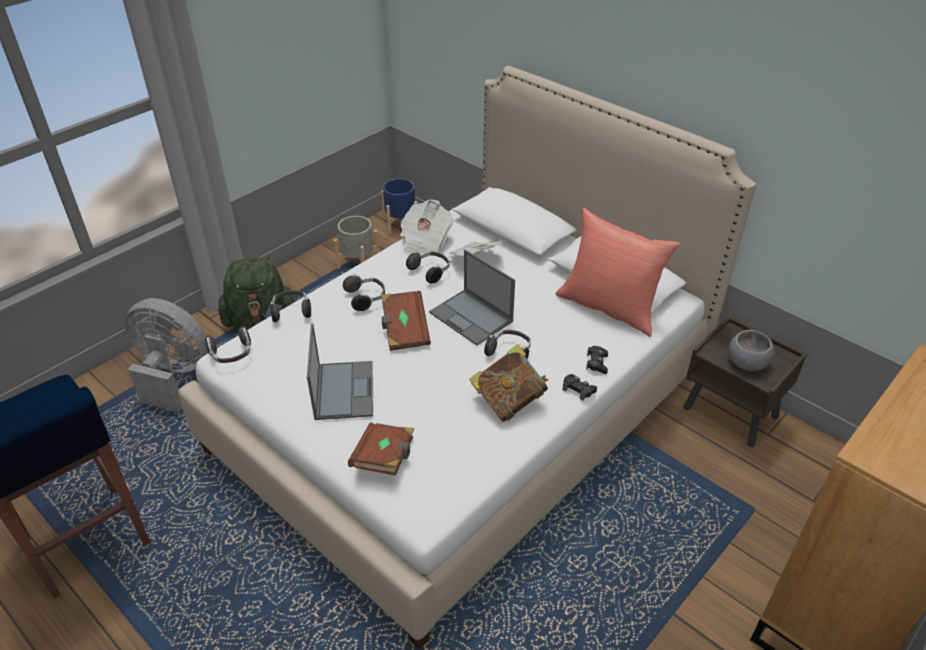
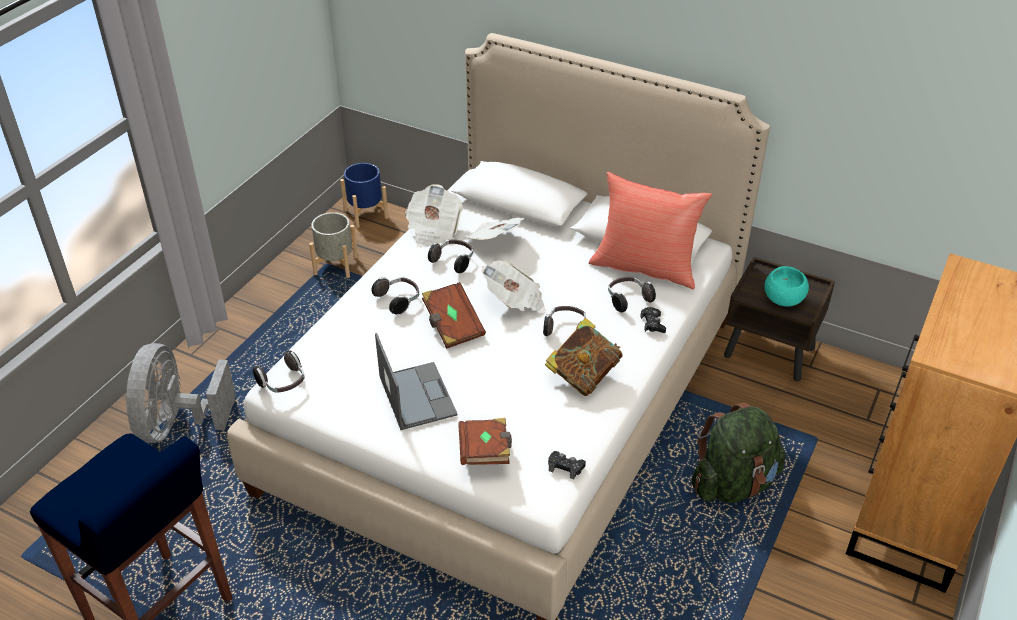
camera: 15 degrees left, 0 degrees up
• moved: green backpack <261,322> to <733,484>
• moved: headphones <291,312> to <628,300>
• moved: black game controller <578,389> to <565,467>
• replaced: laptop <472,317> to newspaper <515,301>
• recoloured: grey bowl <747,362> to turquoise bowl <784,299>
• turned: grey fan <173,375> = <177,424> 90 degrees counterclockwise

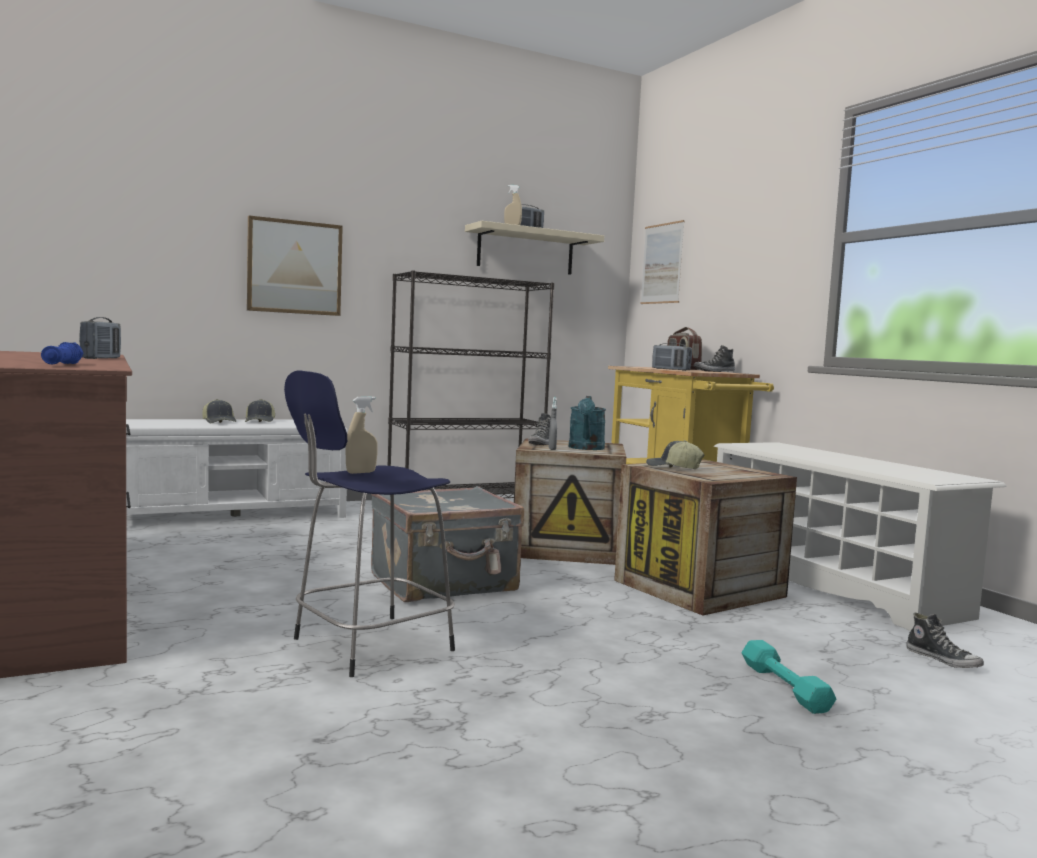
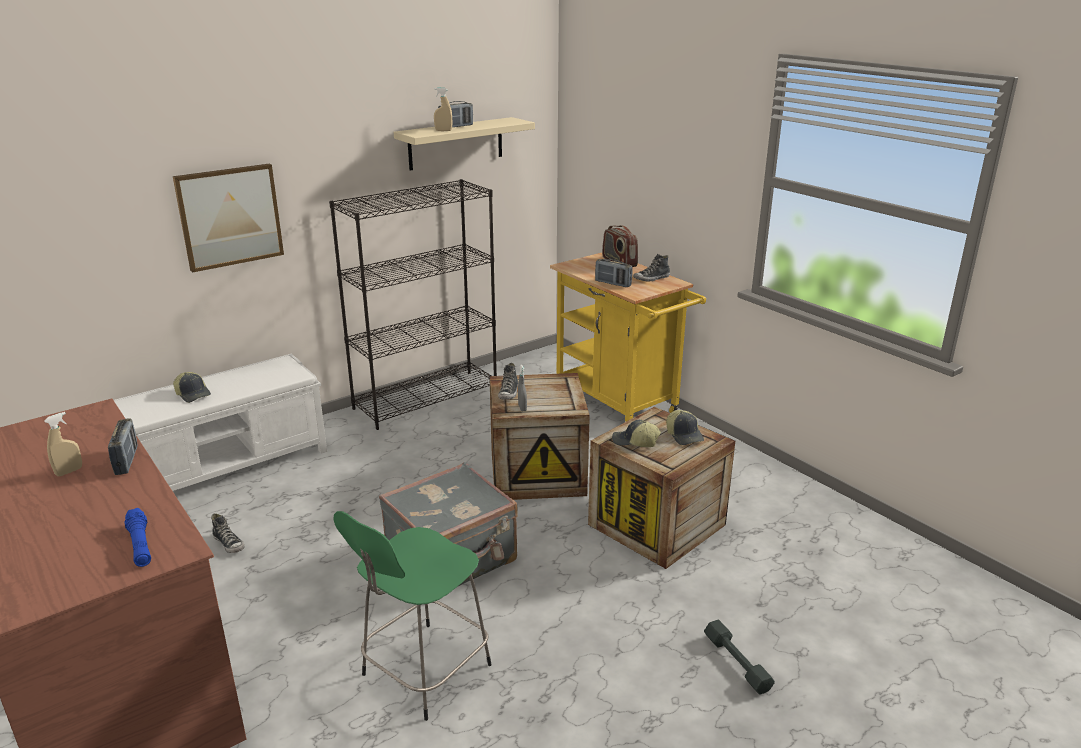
camera: 10 degrees left, 20 degrees up
• removed: turquoise watering can <586,448>
• removed: picture <662,263>
• removed: white shoe rack <831,584>
• moved: cap <260,421> to <684,435>
• moved: beige spray bottle <361,472> to <69,471>
• moved: shoe <943,660> to <229,544>
• recoloured: blue stool <368,646> to green stool <423,672>
• recoloured: turquoise dumbbell <785,687> to grey dumbbell <737,662>

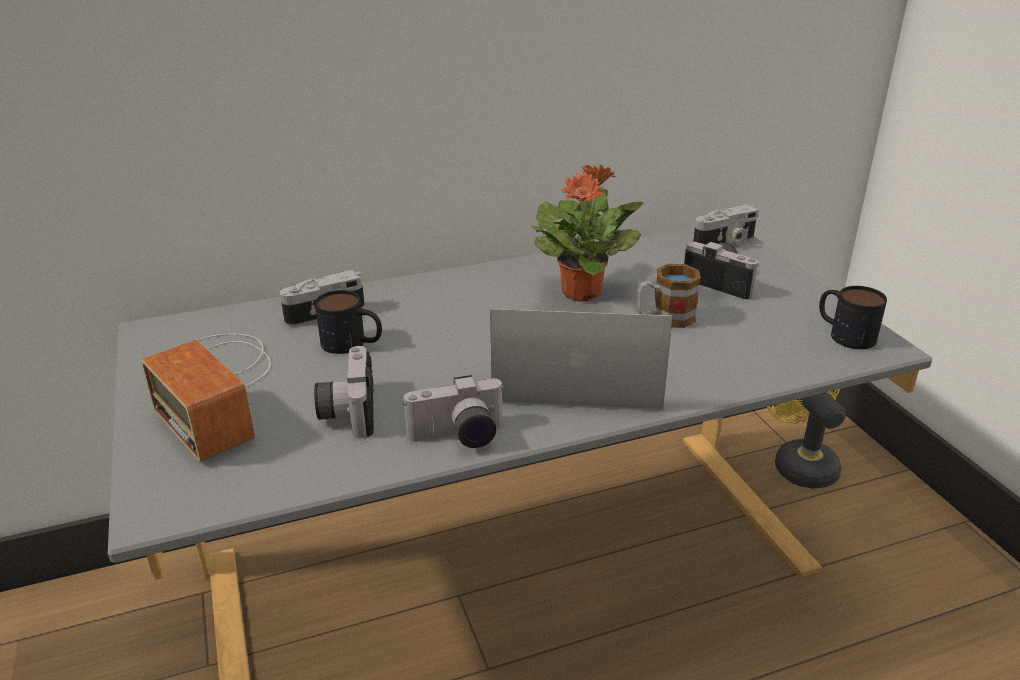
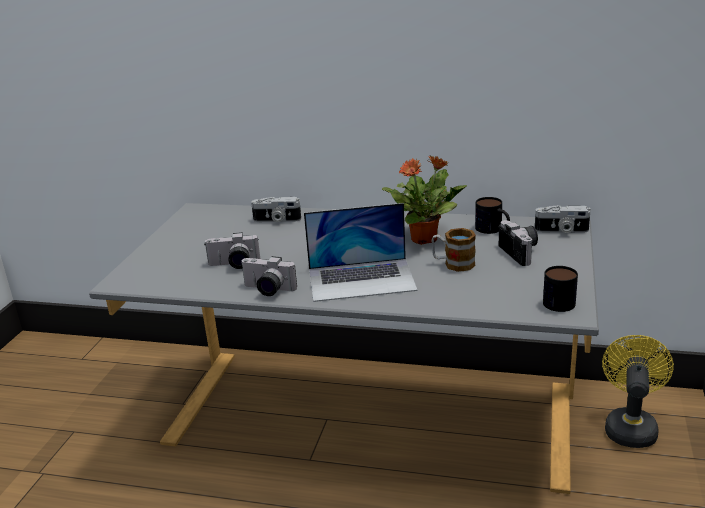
camera: 35 degrees right, 5 degrees down
• removed: radio <218,387>
• moved: mug <352,344> to <493,230>
• turned: photo camera <347,410> = <234,265> 120 degrees counterclockwise
• turned: laptop <577,376> = <361,279> 135 degrees clockwise

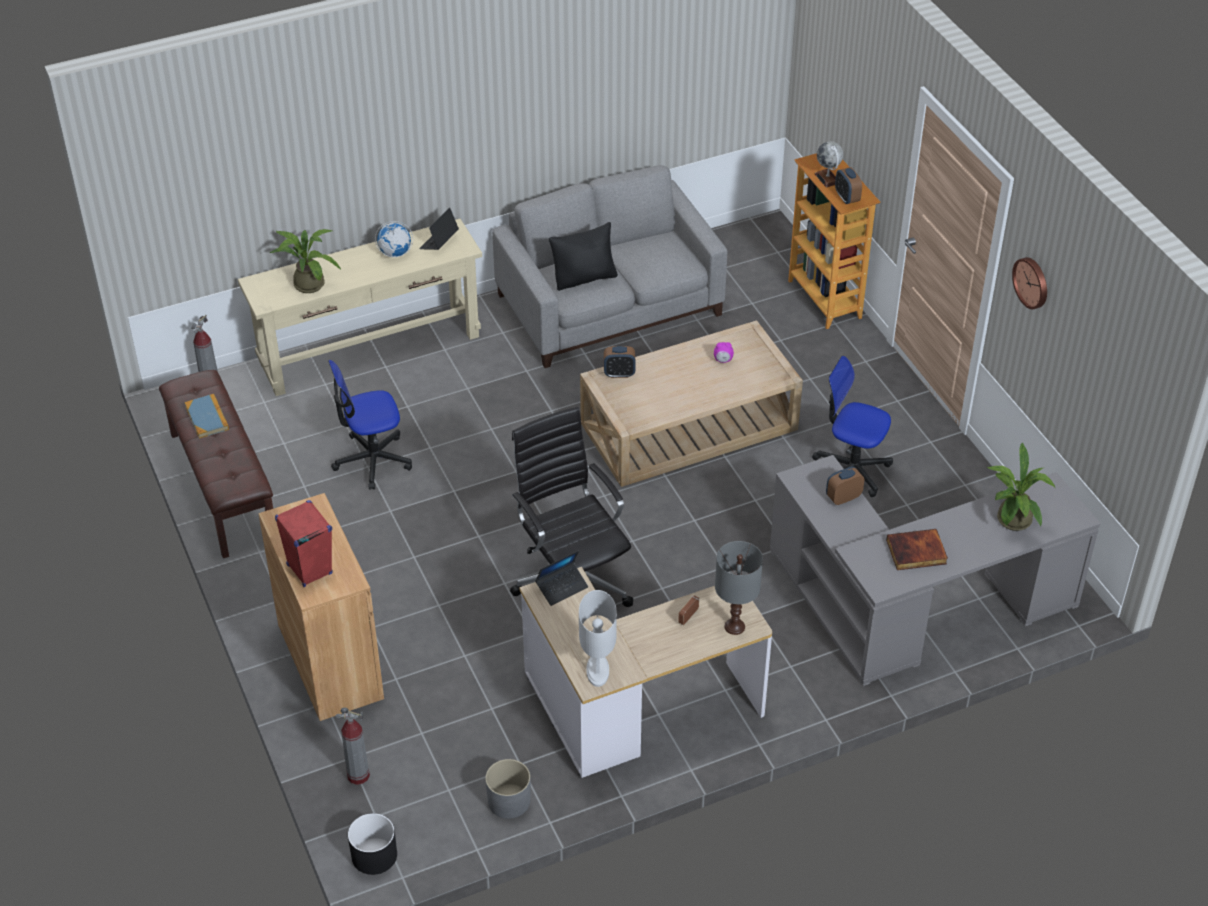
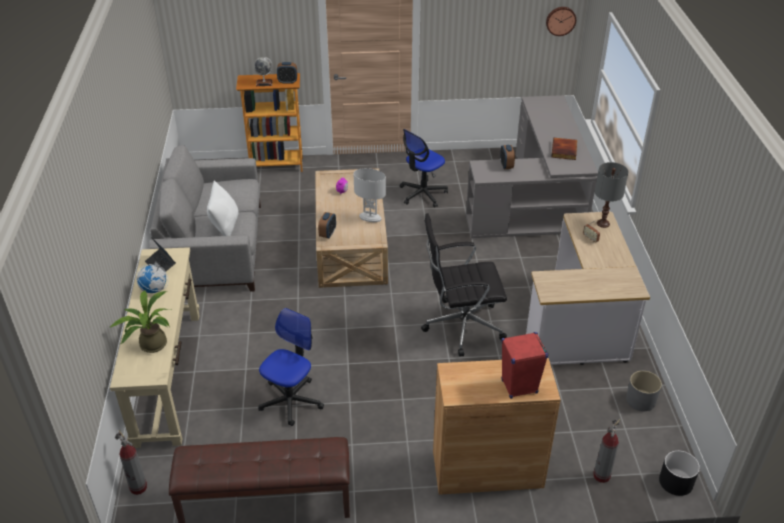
camera: 70 degrees left, 5 degrees down
• removed: book <207,418>
• removed: laptop <562,587>
• removed: potted plant <1013,523>
• moved: white table lamp <597,670> to <370,218>
• moved: wall clock <1032,282> to <560,20>
• recoloured: black pillow <584,278> to white pillow <225,225>
• turned: office chair <372,460> = <291,401> 150 degrees counterclockwise

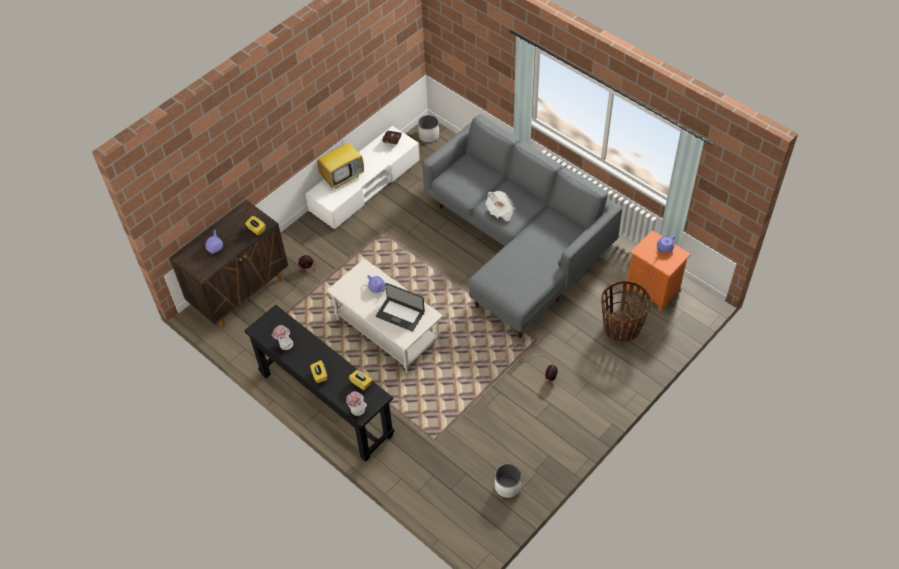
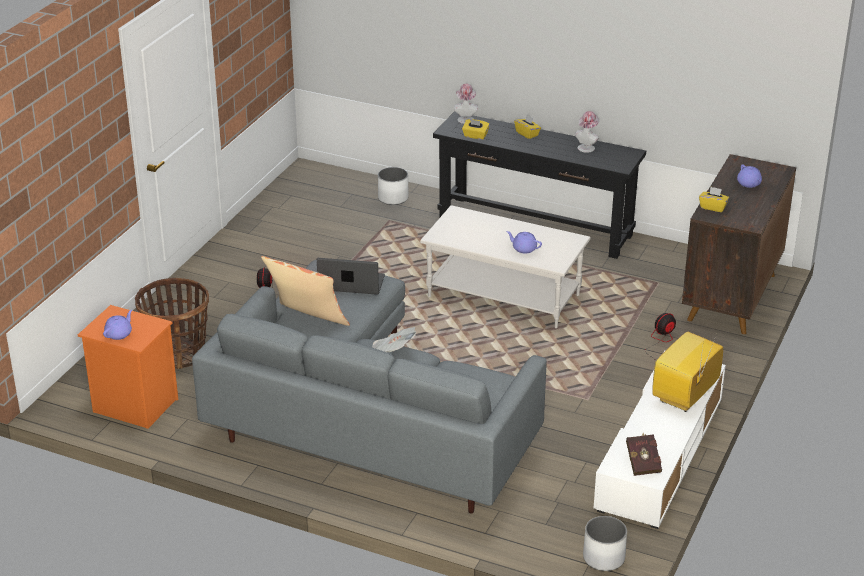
camera: 160 degrees right, 20 degrees down
• added: pillow <307,321>
• moved: laptop <400,314> to <351,284>
• moved: white planter <508,486> to <393,198>

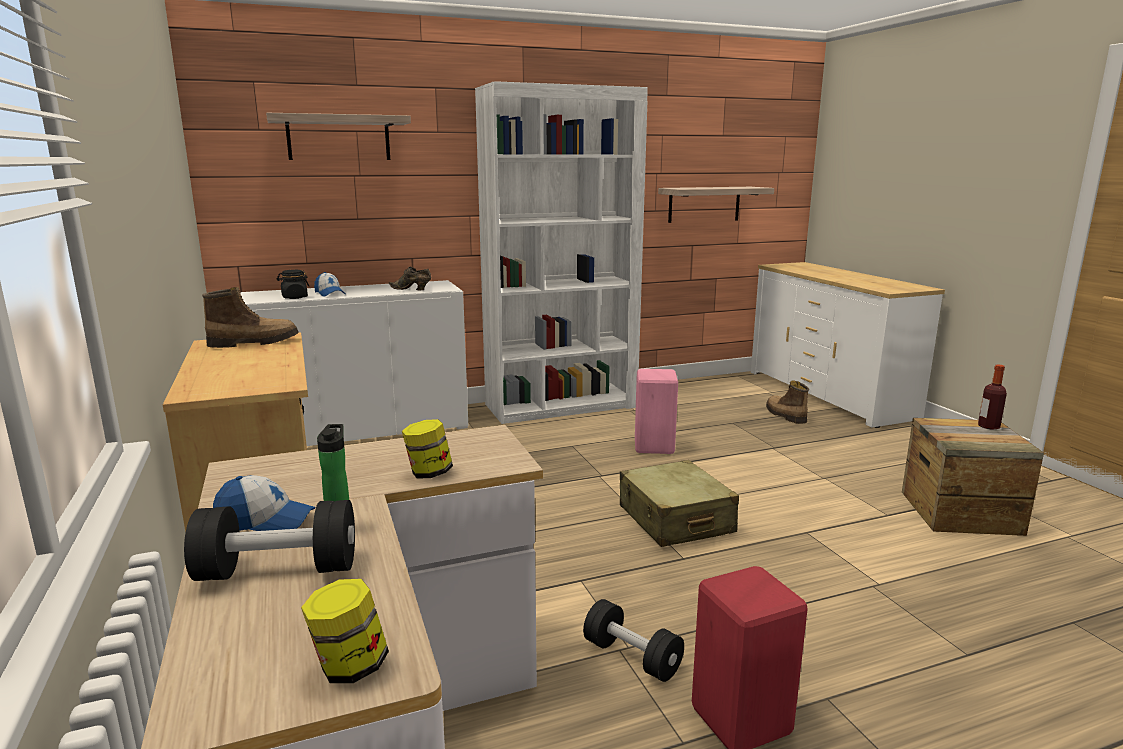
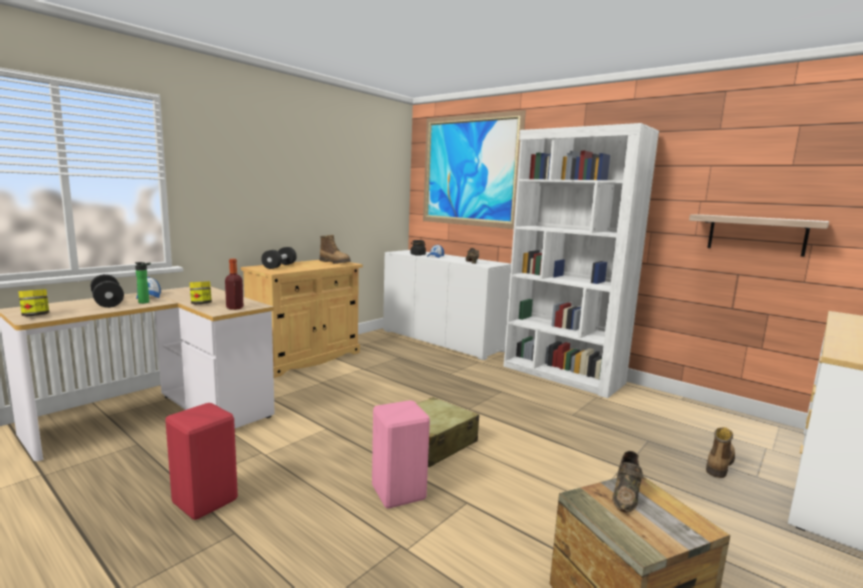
camera: 60 degrees right, 5 degrees down
• added: brown shoe <626,495>
• moved: black dumbbell <632,657> to <279,266>
• moved: pink stool <655,447> to <400,493>
• moved: bottle <988,426> to <234,308>
• replaced: shelf <338,138> to picture <469,171>

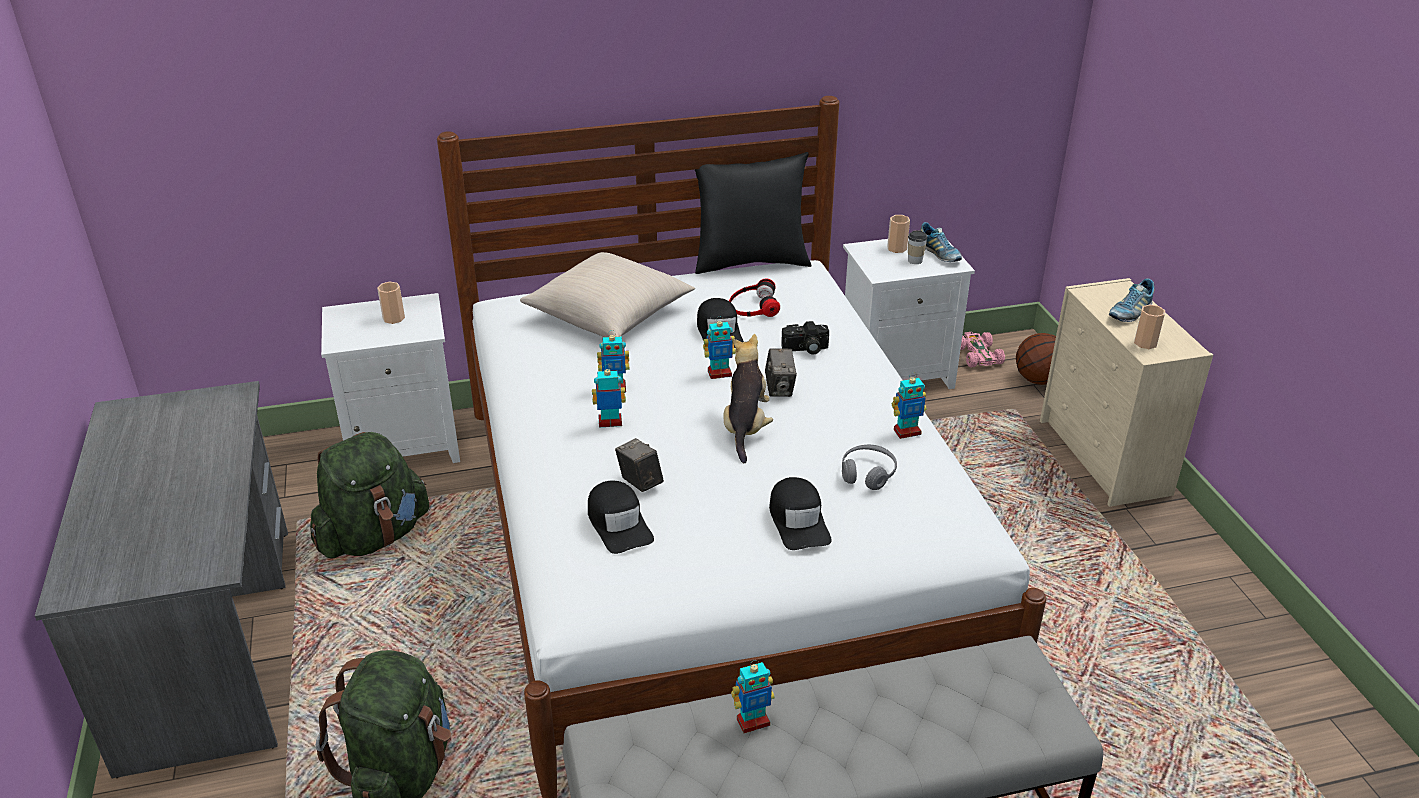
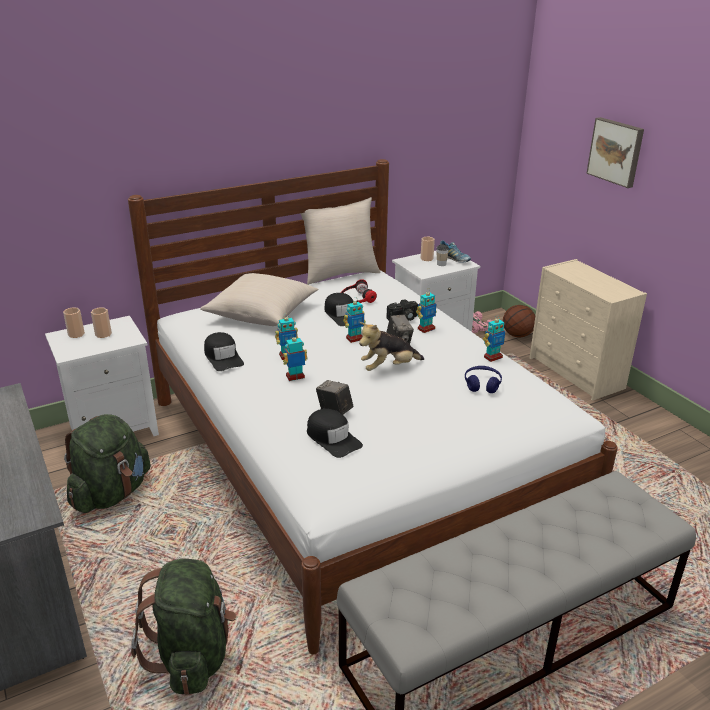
camera: 15 degrees left, 5 degrees down
• removed: shoe <1130,312>
• added: picture <616,151>
• moved: toy robot <752,721> to <426,329>
• moved: black cap <798,521> to <223,357>
• moved: cup <1145,343> to <76,334>
• recoloured: black pillow <750,261> to beige pillow <339,274>
• recoloured: grey headphones <867,474> to blue headphones <482,384>
• turned: plush toy <745,427> = <389,368> 105 degrees counterclockwise

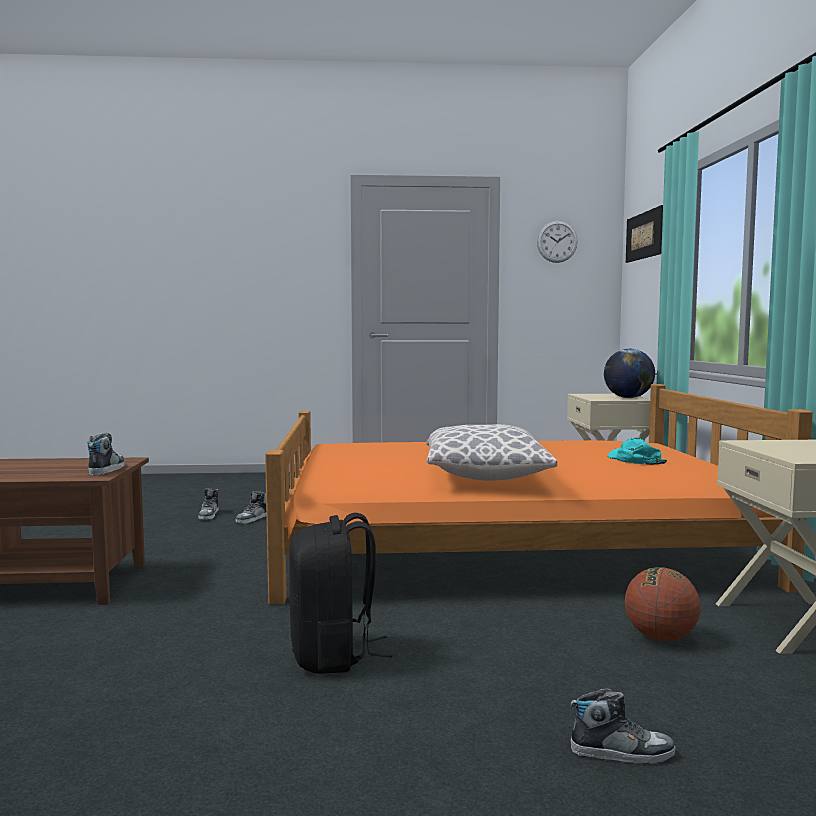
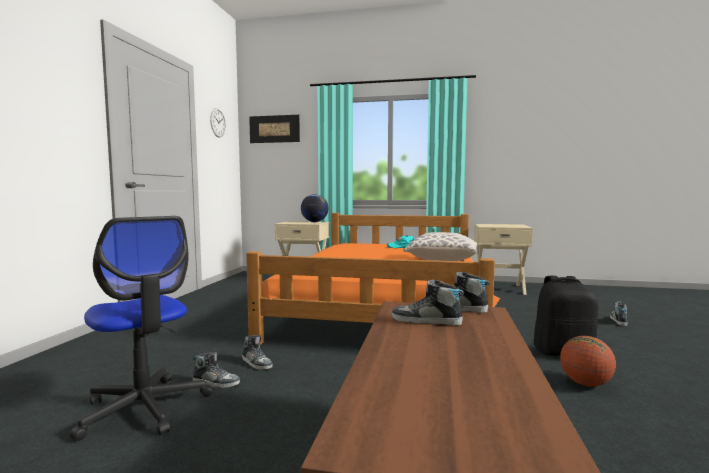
camera: 75 degrees left, 0 degrees up
• added: office chair <144,408>
• added: shoe <426,321>
• moved: basketball <660,638> to <585,384>

